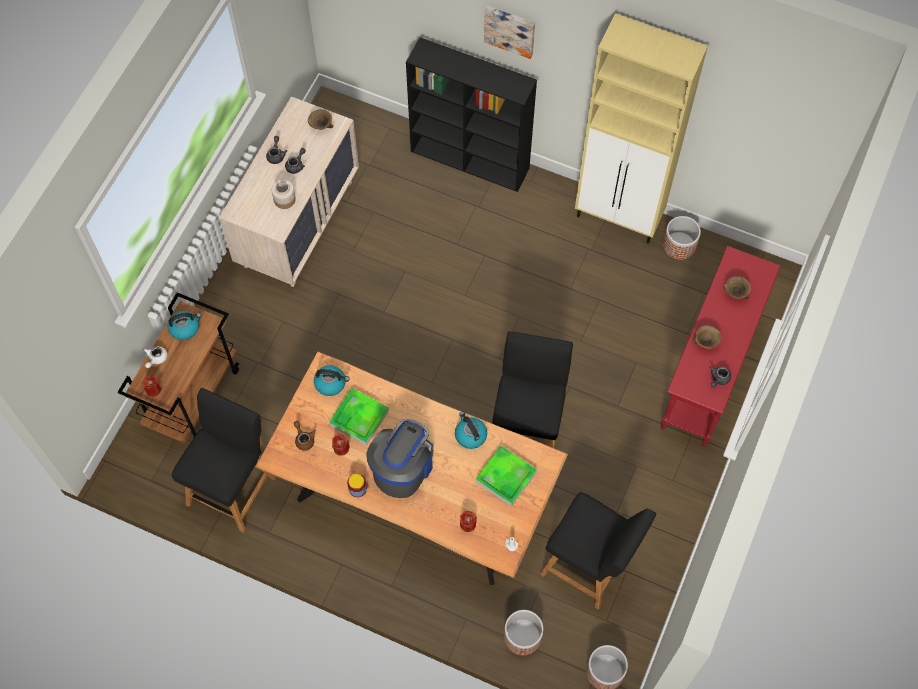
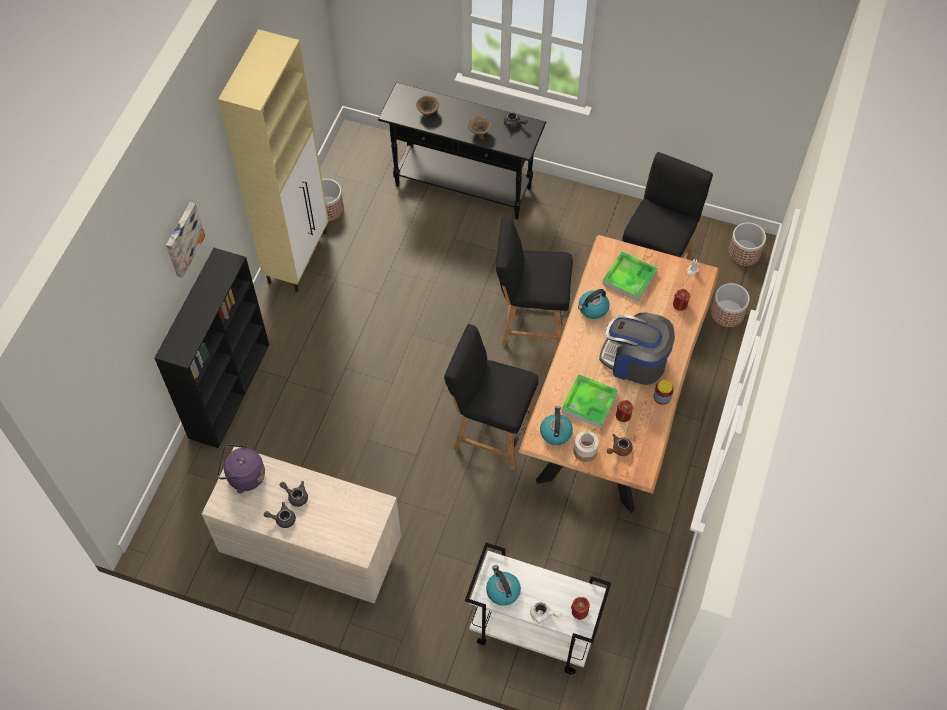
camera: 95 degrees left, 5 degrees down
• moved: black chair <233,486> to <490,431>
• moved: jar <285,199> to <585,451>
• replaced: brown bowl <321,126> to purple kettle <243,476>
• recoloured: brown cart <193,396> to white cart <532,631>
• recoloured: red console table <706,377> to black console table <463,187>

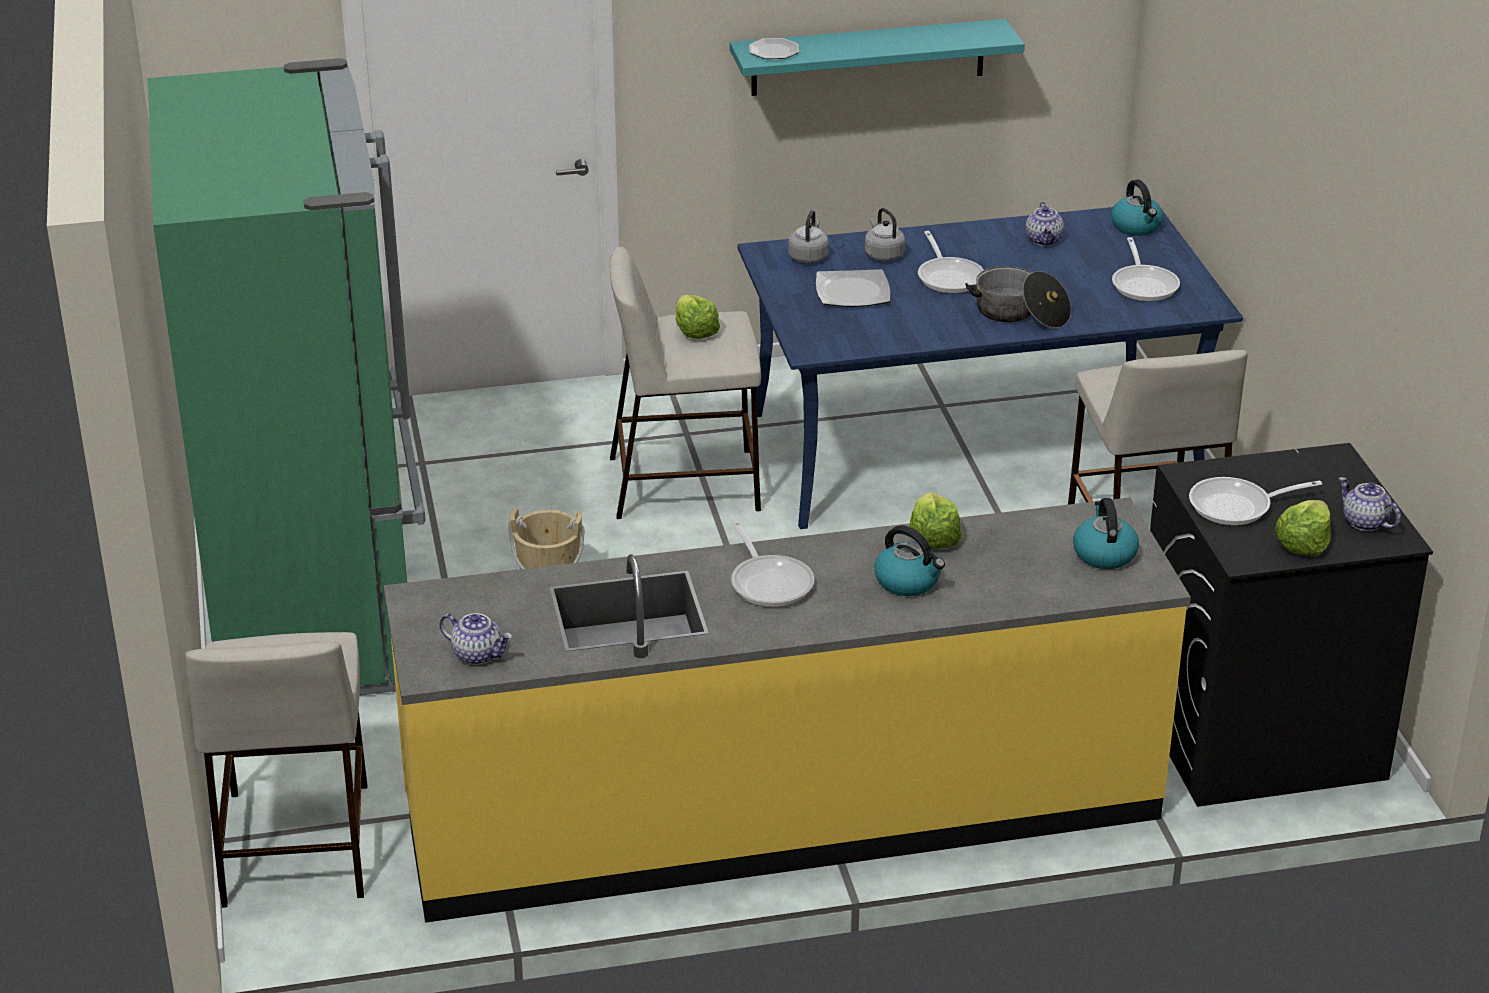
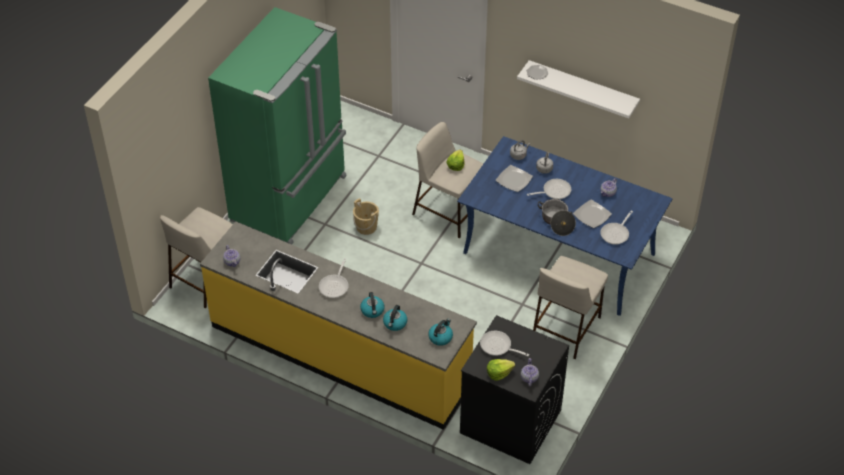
camera: 40 degrees right, 15 degrees up
• removed: lettuce <933,537>
• added: plate <592,215>
• moved: kettle <1137,227> to <395,323>
• recoloured: turquoise shelf <868,57> to white shelf <582,88>
• turned: frying pan <949,276> = <554,191> 135 degrees counterclockwise

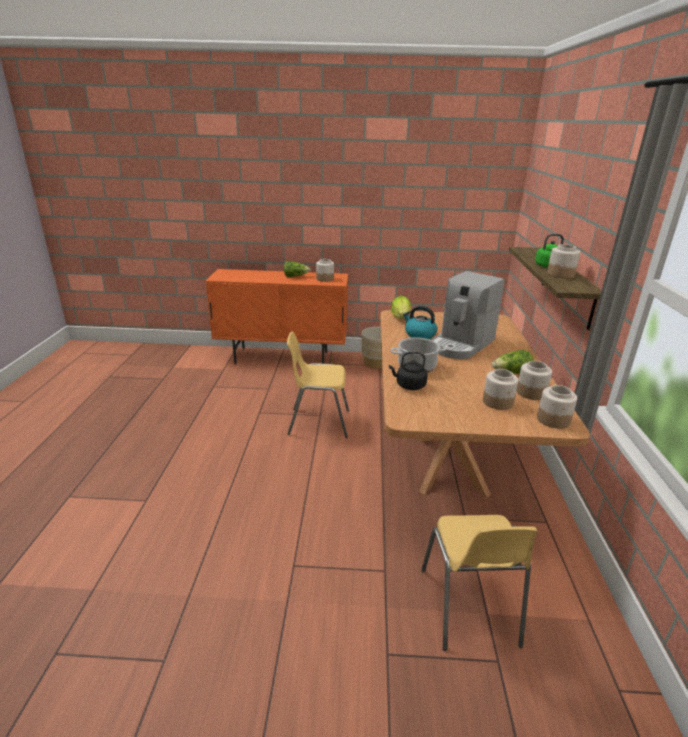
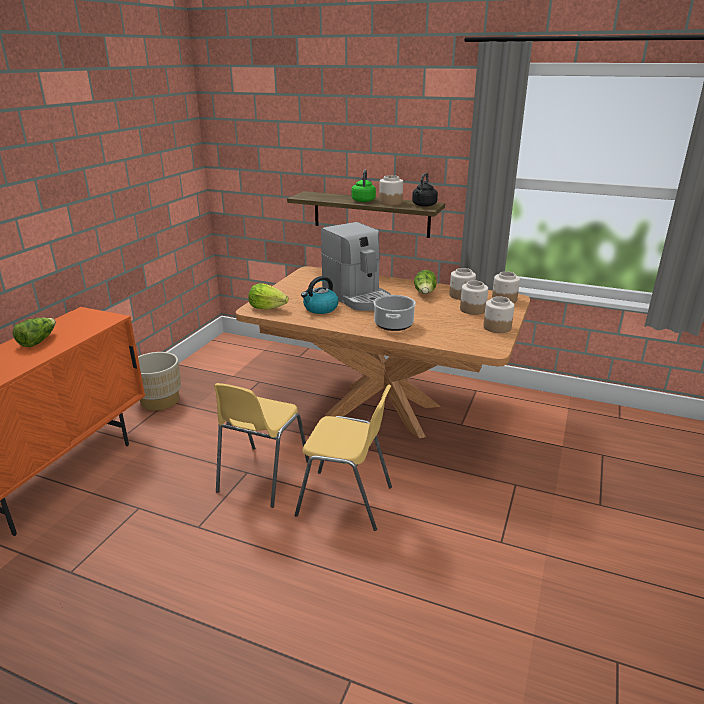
camera: 70 degrees left, 0 degrees up
• moved: jar <325,279> to <496,327>
• moved: black kettle <409,385> to <423,205>
• moved: yellow chair <469,607> to <346,501>

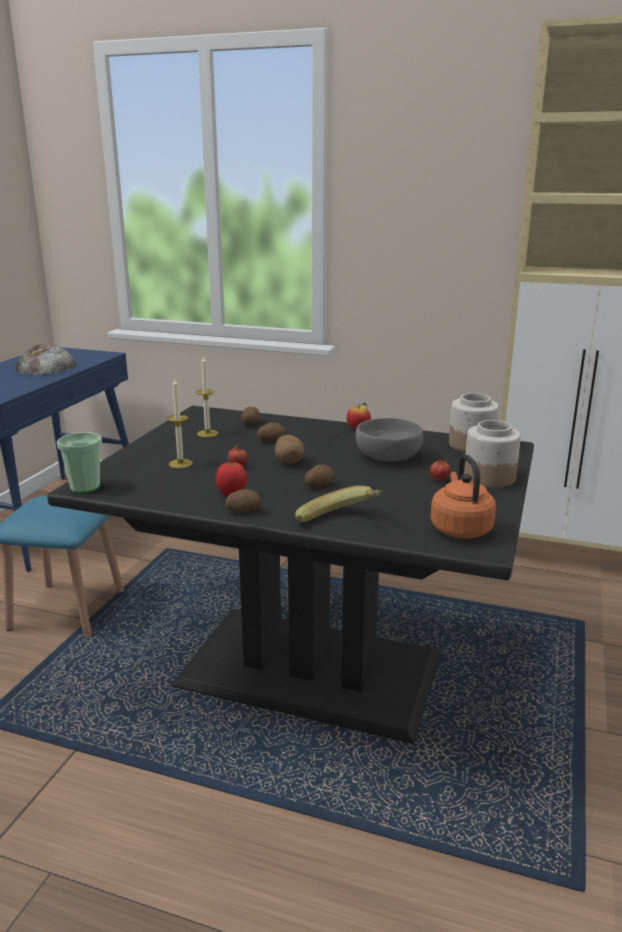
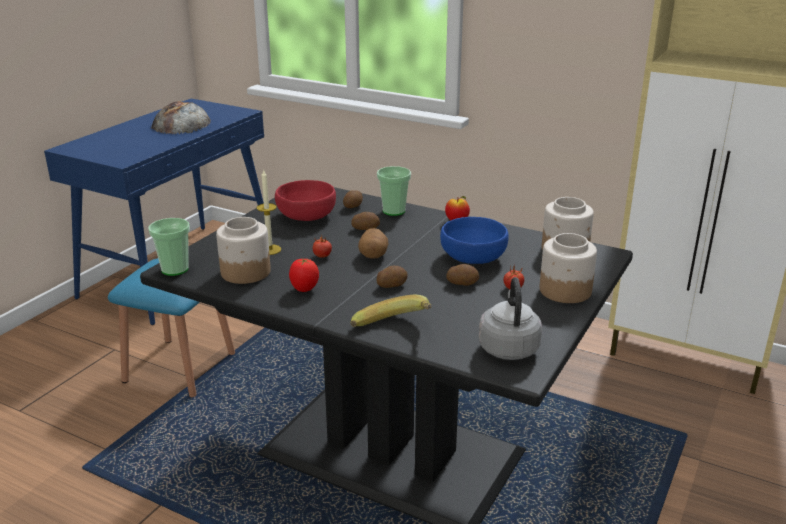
camera: 10 degrees right, 5 degrees up
• added: jar <245,272>
• added: cup <394,211>
• moved: potato <243,510> to <462,283>
• replaced: candle <207,433> to red bowl <307,216>
• recoloured: grey bowl <389,457> to blue bowl <474,257>
• recoloured: orange kettle <460,528> to grey kettle <508,347>

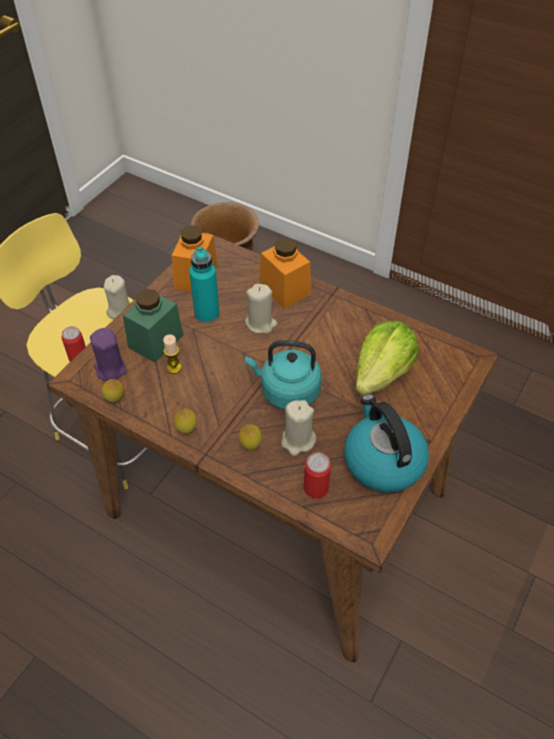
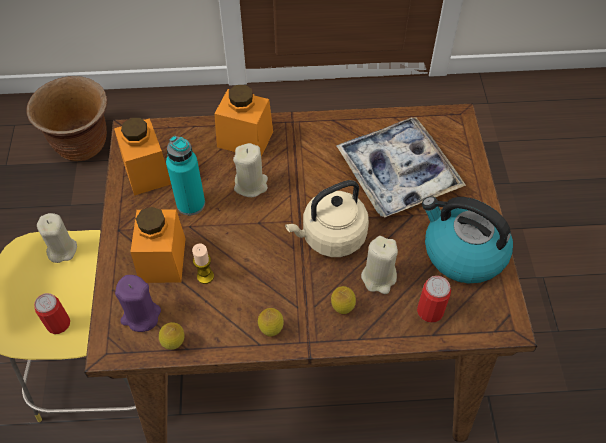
camera: 35 degrees left, 5 degrees up
• replaced: lettuce <382,374> to tray <398,173>
• recoloured: green jar <156,341> to orange jar <162,260>
• recoloured: turquoise kettle <287,391> to beige kettle <330,237>

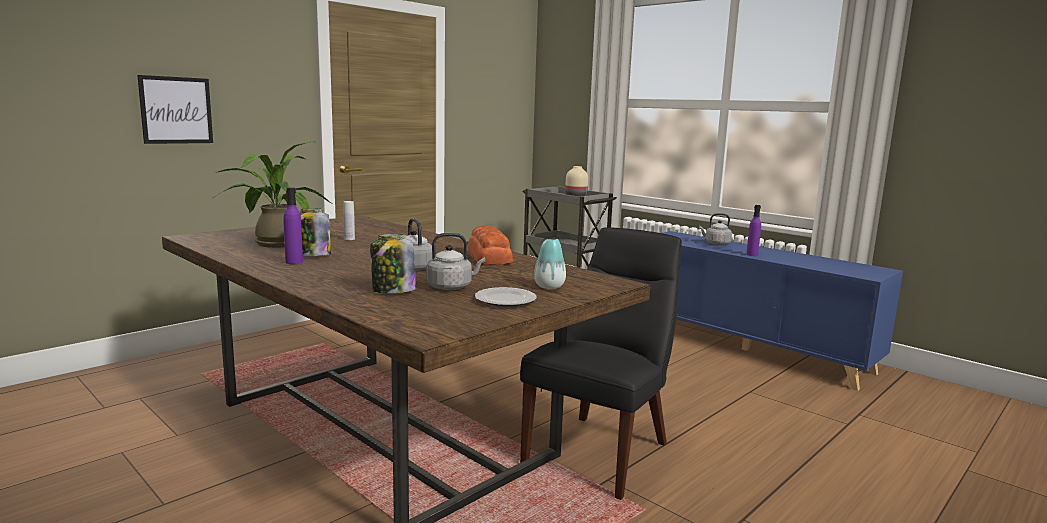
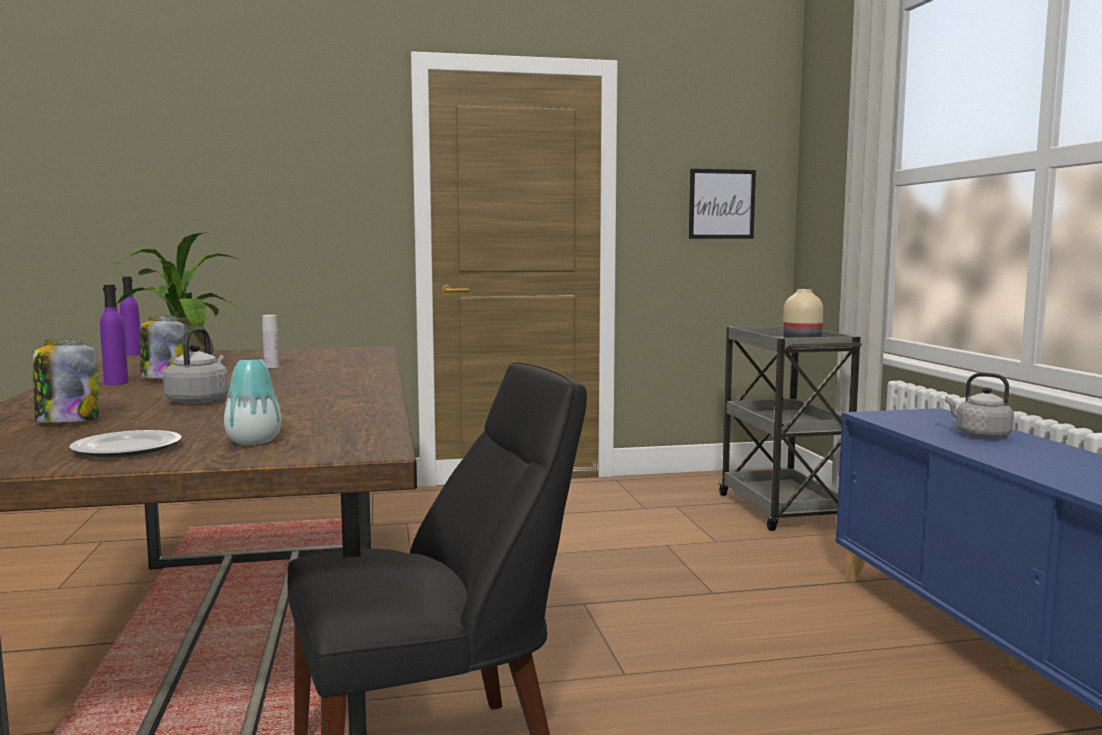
camera: 35 degrees right, 5 degrees down
• removed: grey kettle <452,287>
• removed: bread <489,257>
• moved: picture <176,110> to <721,204>
• moved: purple bottle <752,254> to <132,354>

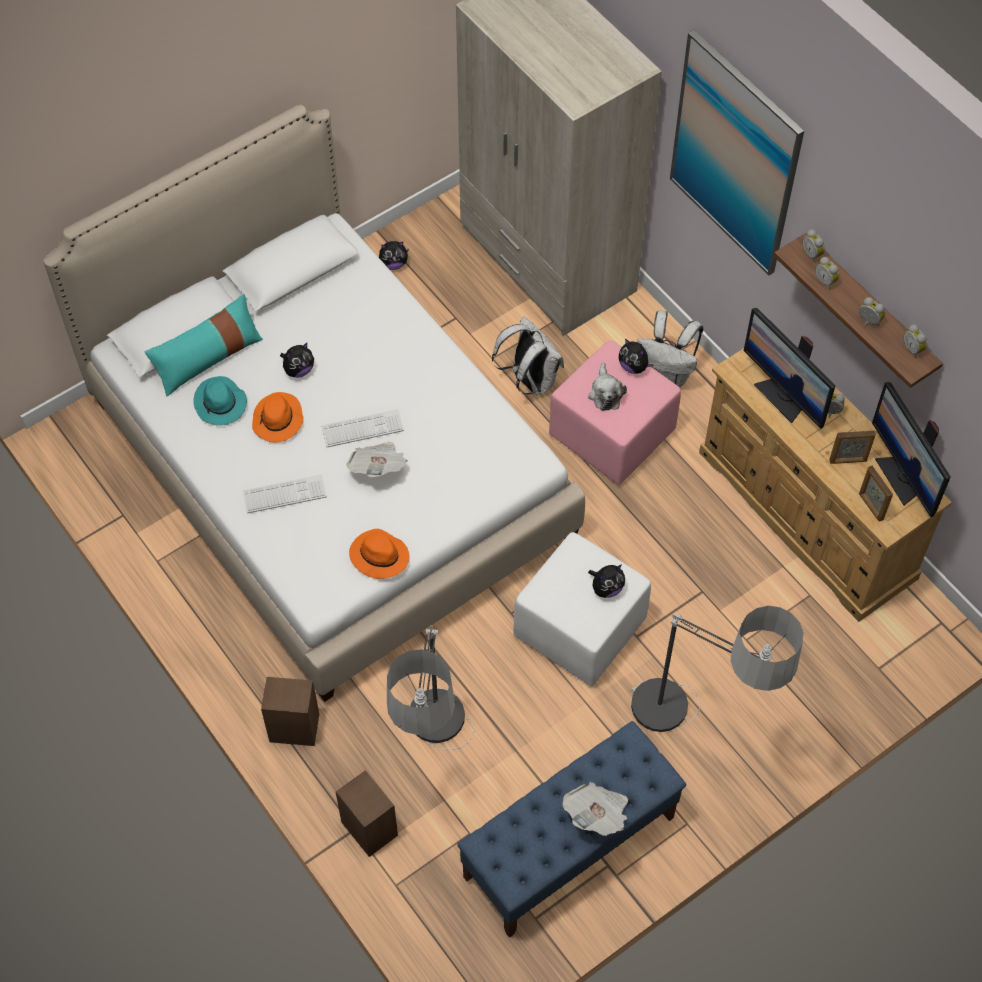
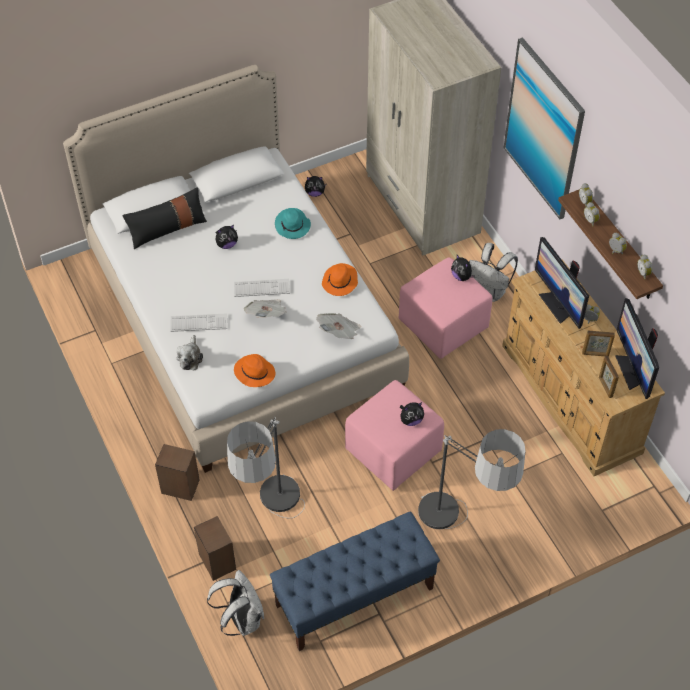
camera: 10 degrees right, 5 degrees down
• moved: turquoise hat <221,404> to <293,226>
• moved: orange hat <278,420> to <340,282>
• moved: white backpack <530,380> to <241,619>
• moved: newspaper <597,815> to <339,332>
• moved: plush toy <605,393> to <190,357>
• recoloured: turquoise pillow <208,359> to black pillow <167,229>
• recoloured: white ottoman <580,627> to pink ottoman <393,450>

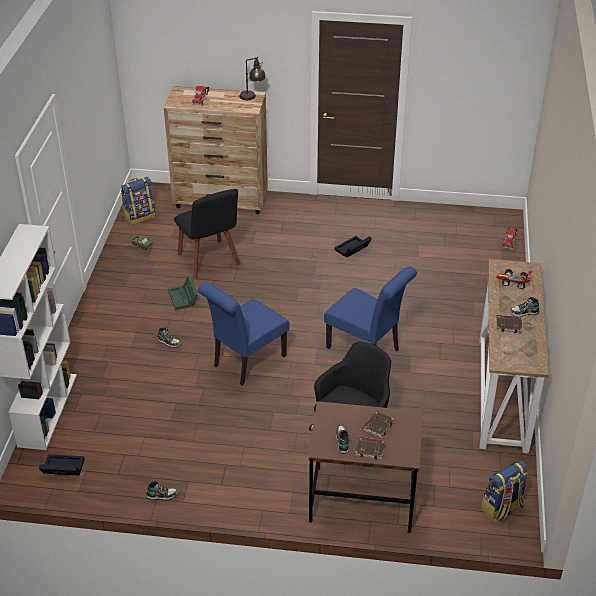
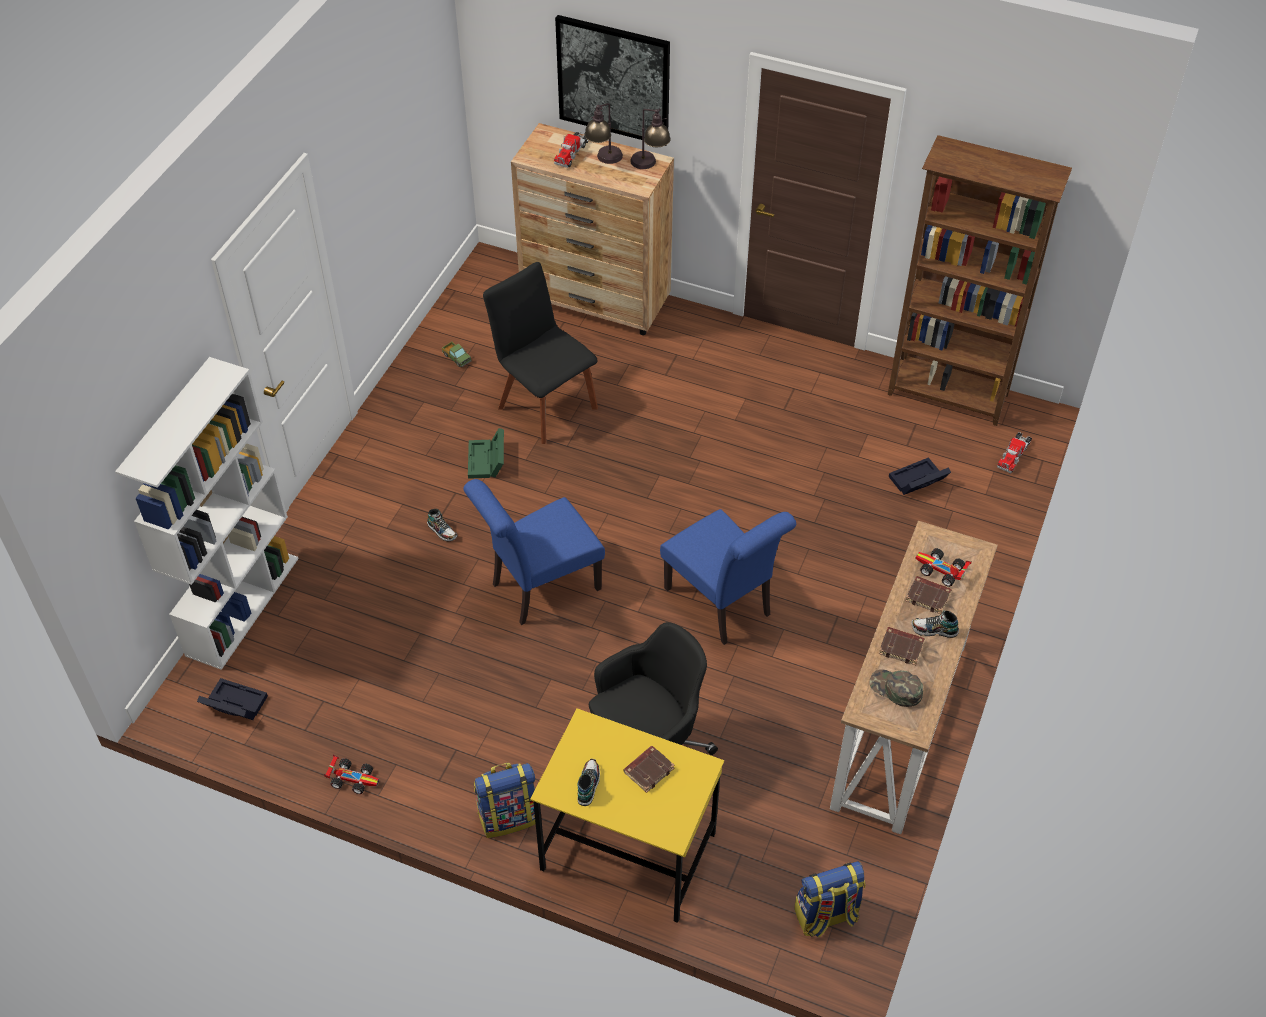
camera: 15 degrees right, 10 degrees up
• added: picture <613,80>
• added: table lamp <604,161>
• added: green cap <895,689>
• added: brown bookcase <948,396>
• moved: backpack <139,216> to <509,816>
• moved: black storage box <352,249> to <917,482>
• moved: brown book <370,449> to <928,597>
• replaced: shoe <162,495> to toy car <353,778>
• recoloured: brown desk <362,500> to yellow desk <627,852>
• turned: black chair <209,261> = <544,404> 150 degrees clockwise

